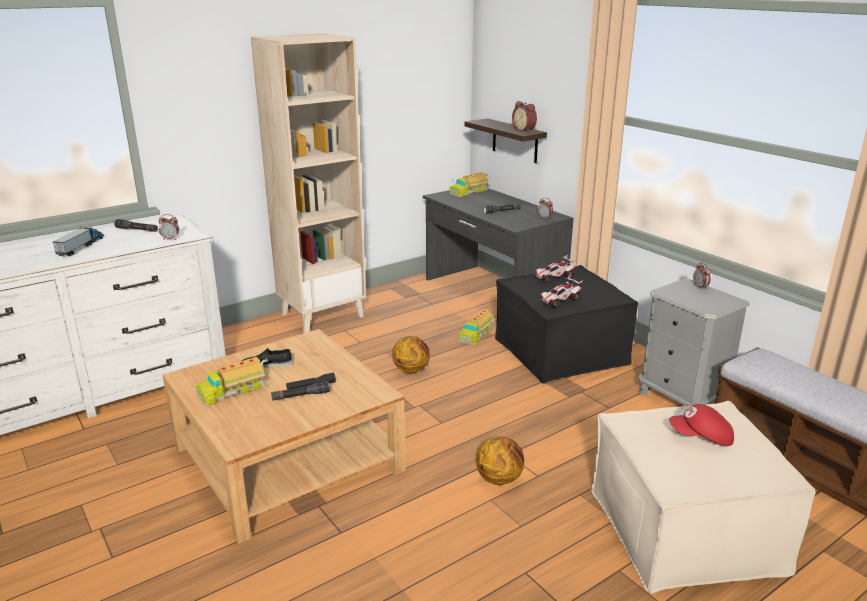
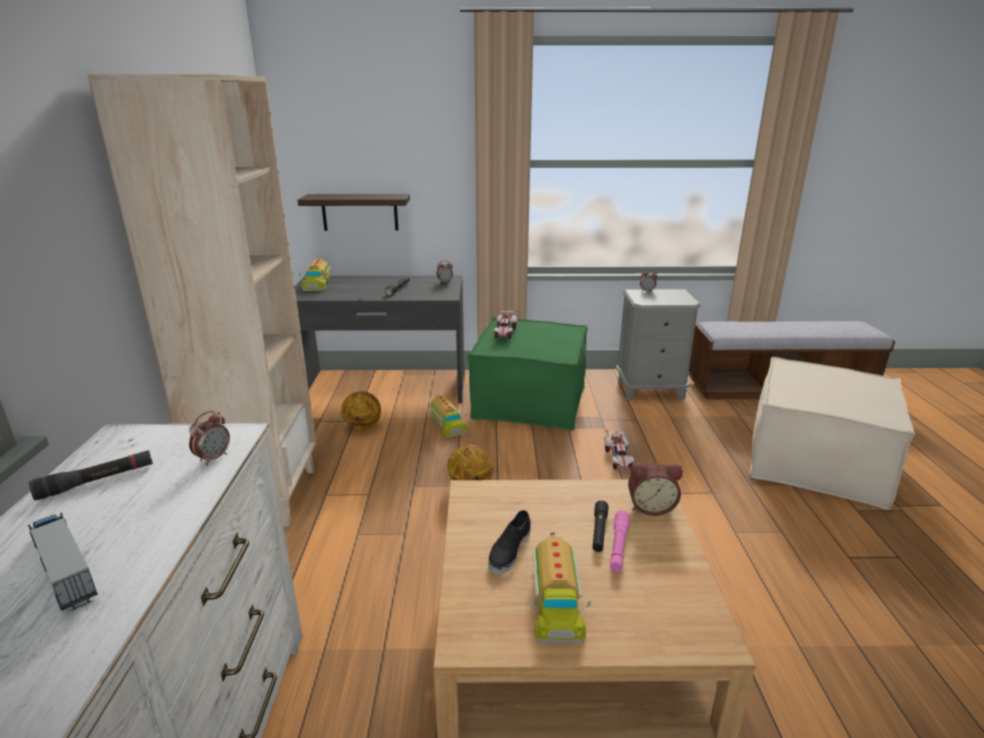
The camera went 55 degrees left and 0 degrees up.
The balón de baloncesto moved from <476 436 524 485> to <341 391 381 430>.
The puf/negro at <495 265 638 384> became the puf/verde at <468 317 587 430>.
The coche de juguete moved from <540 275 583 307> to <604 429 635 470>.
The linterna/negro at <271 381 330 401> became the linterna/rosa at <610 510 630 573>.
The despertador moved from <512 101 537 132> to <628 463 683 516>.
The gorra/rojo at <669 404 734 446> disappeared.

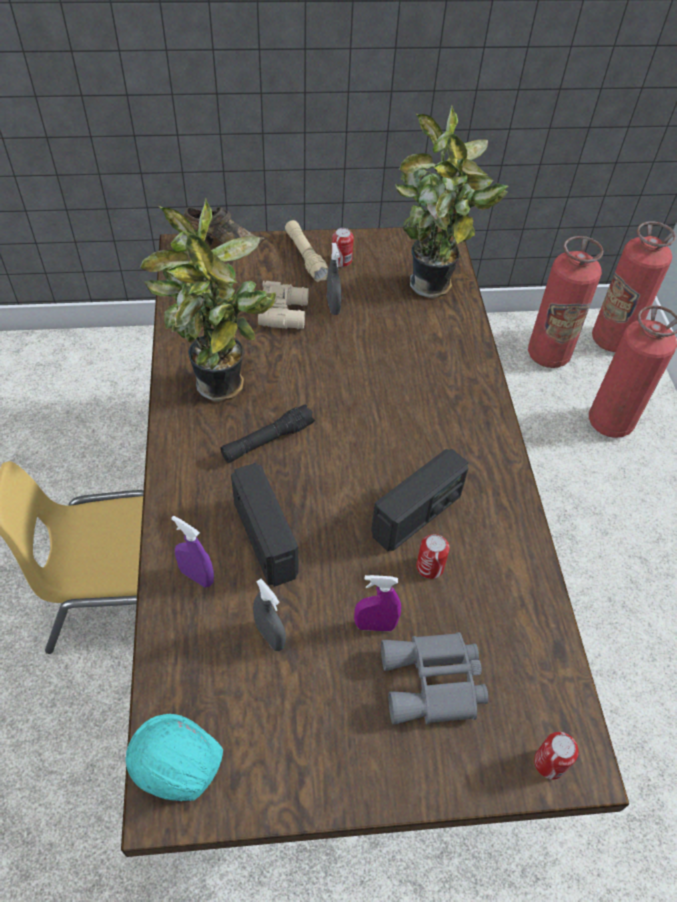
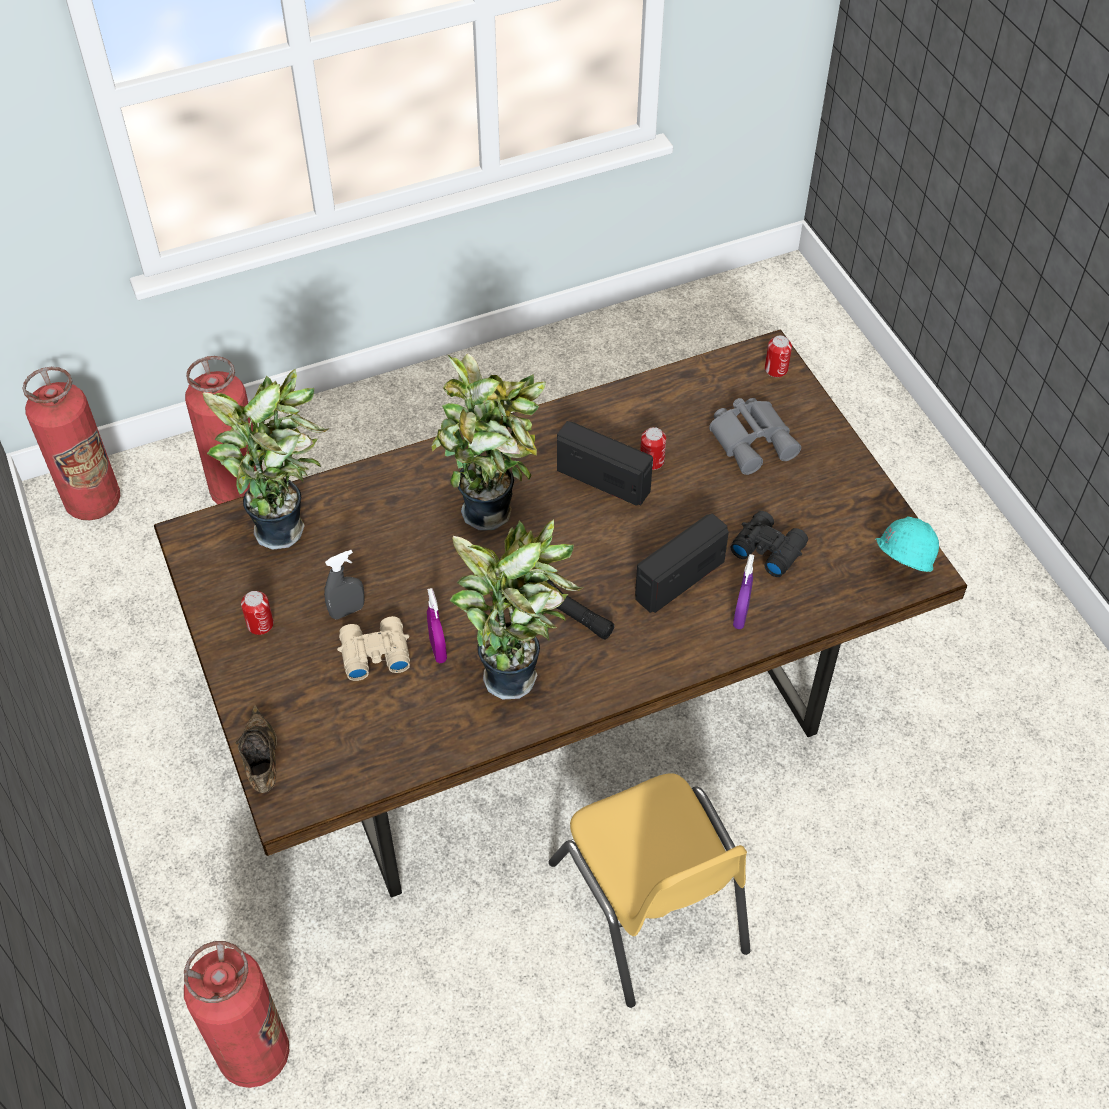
The camera went 105 degrees left and 0 degrees up.
The extintor moved from <528 236 603 368> to <184 941 290 1088>.
The pulverizador/morado moved from <354 575 401 631> to <427 588 447 663>.
The planta en maceta at <431 353 546 531> appeared.
The pulverizador/gris at <253 579 286 651> was replaced by the prismáticos/negro at <730 511 808 577>.
The linterna/beis at <285 220 328 282> disappeared.

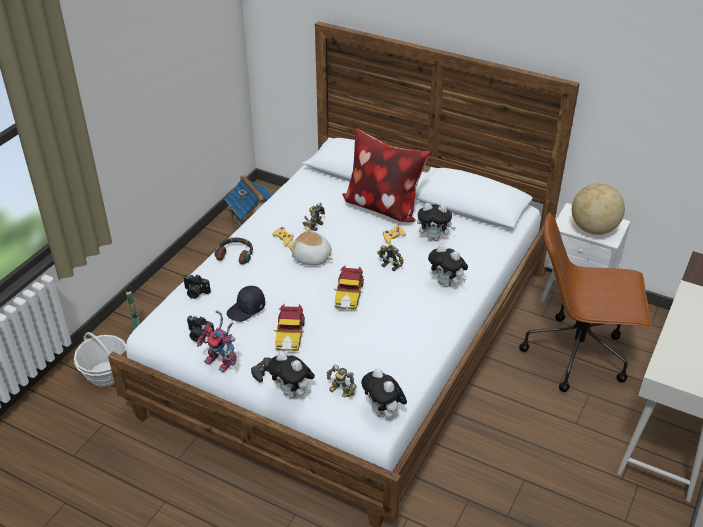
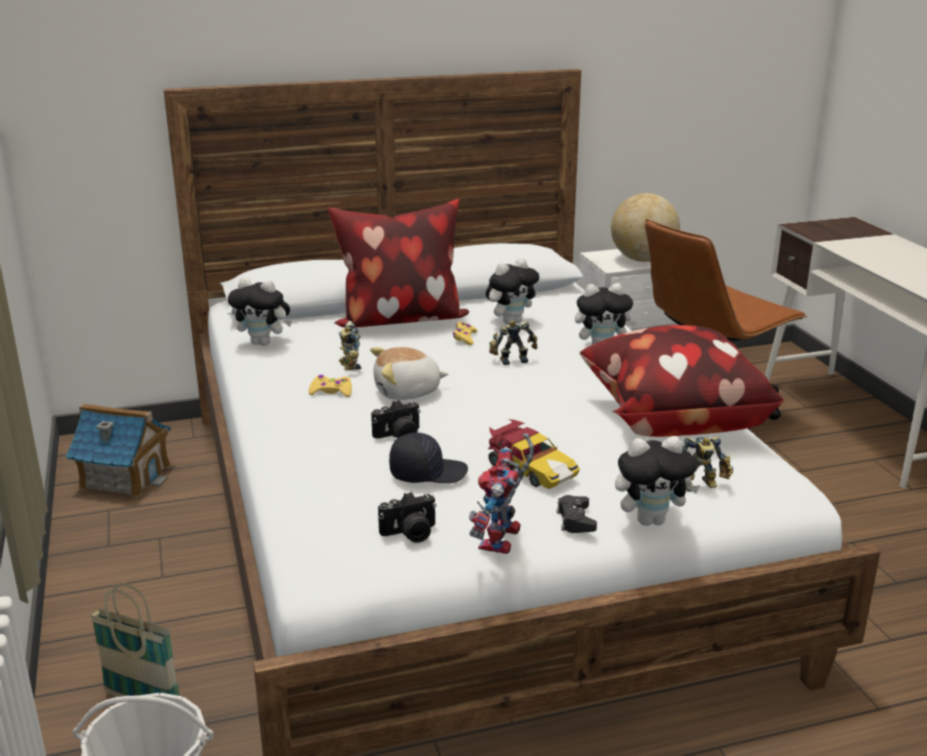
The camera went 45 degrees left and 15 degrees down.
The peluche moved from <361 368 407 418> to <228 277 292 346>.
The cámara moved from <183 275 211 299> to <371 400 420 439>.
The gorra/negro at <227 286 265 322> turned 105 degrees counterclockwise.
The robot de juguete at <197 310 237 372> turned 120 degrees clockwise.
The cojín at <580 325 784 437> appeared.
The auriculares at <214 238 253 264> disappeared.
The coche de juguete at <334 265 364 309> disappeared.

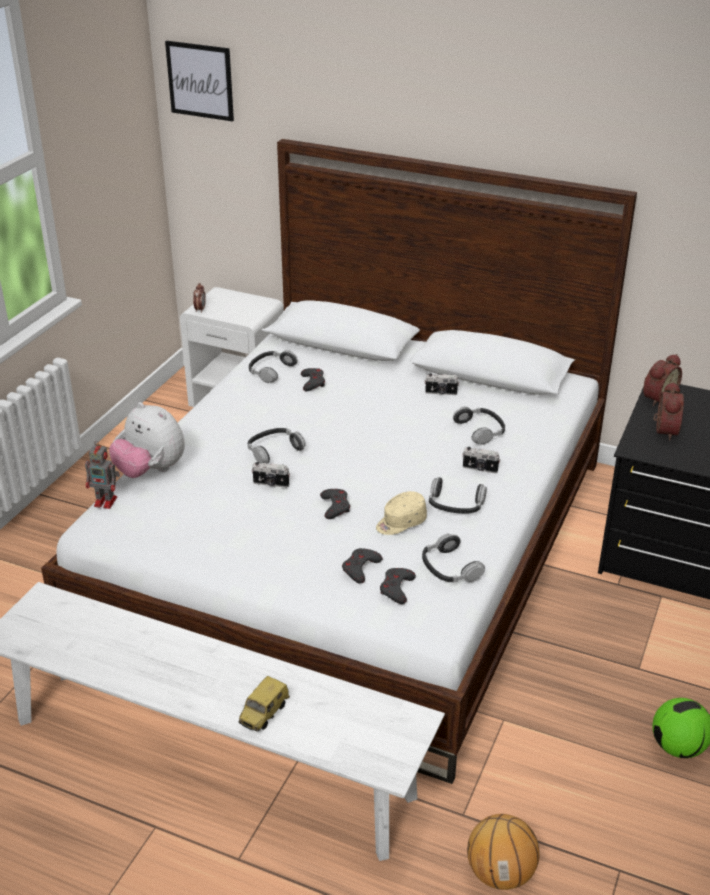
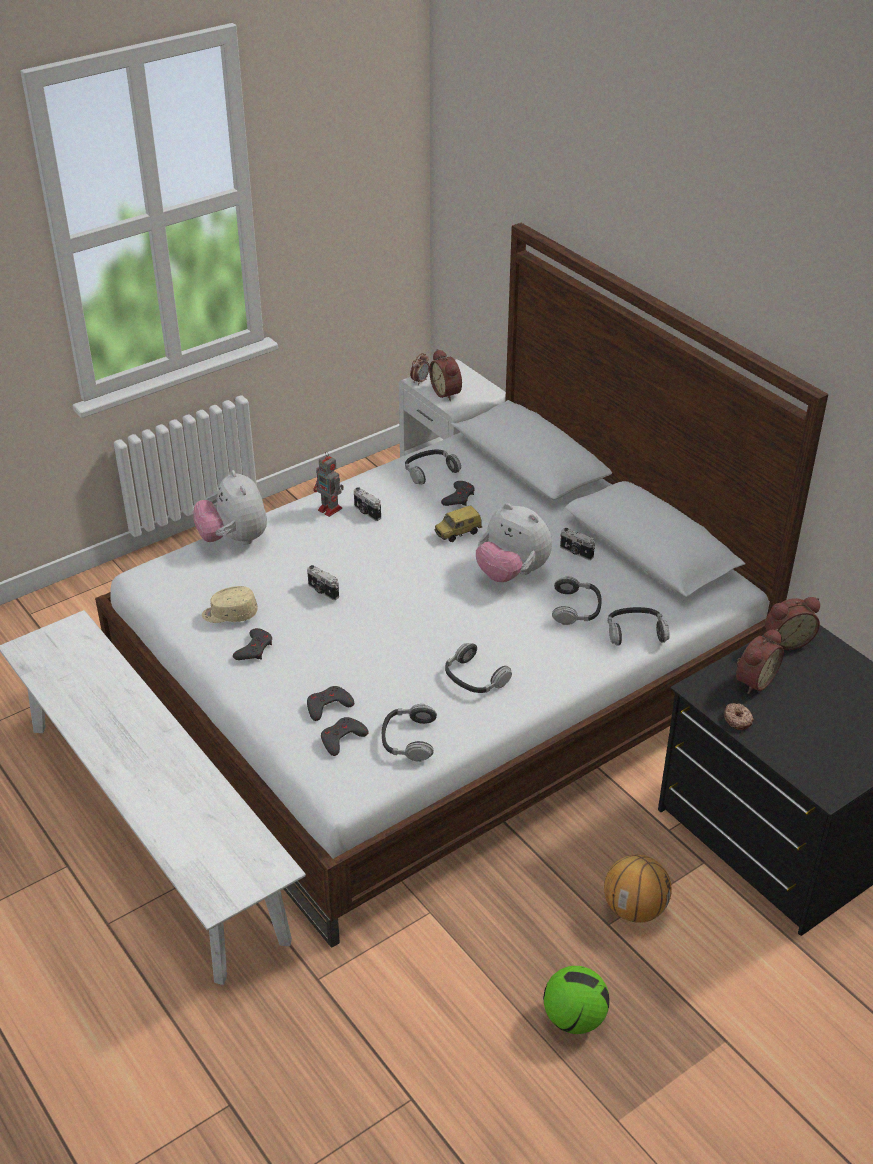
The camera went 30 degrees right and 5 degrees up.
The gorra/beis moved from <376 491 427 535> to <202 586 258 623>.
The mando de consola/gris moved from <320 489 350 519> to <233 628 272 660>.
The robot de juguete moved from <85 441 120 509> to <313 451 344 517>.
The cámara moved from <462 447 500 473> to <354 487 381 521>.
The despertador at <429 349 462 401> appeared.
The coche de juguete moved from <238 676 290 732> to <434 505 482 542>.
The peluche at <476 503 552 582> appeared.
The balón de baloncesto moved from <467 814 540 890> to <604 854 672 923>.
The auriculares moved from <248 428 306 464> to <608 607 670 646>.
The rosquilla at <724 703 754 730> appeared.
The cuadro at <165 41 234 121> disappeared.

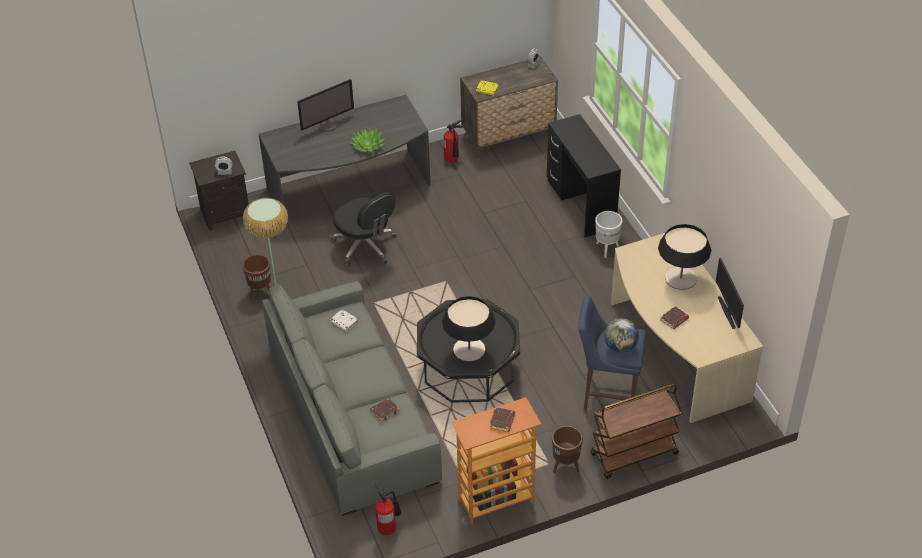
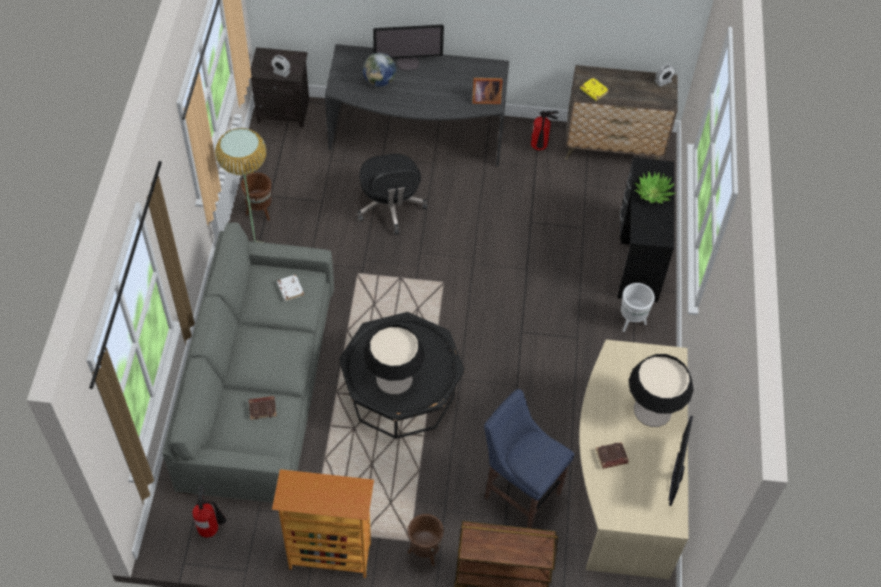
The camera went 25 degrees right and 10 degrees up.
The globo terráqueo moved from <604 318 639 353> to <363 53 396 87>.
The portarretratos at <472 78 503 104> appeared.
The planta en maceta moved from <351 128 385 152> to <635 172 675 204>.
The libro/marrón at <490 407 515 432> disappeared.

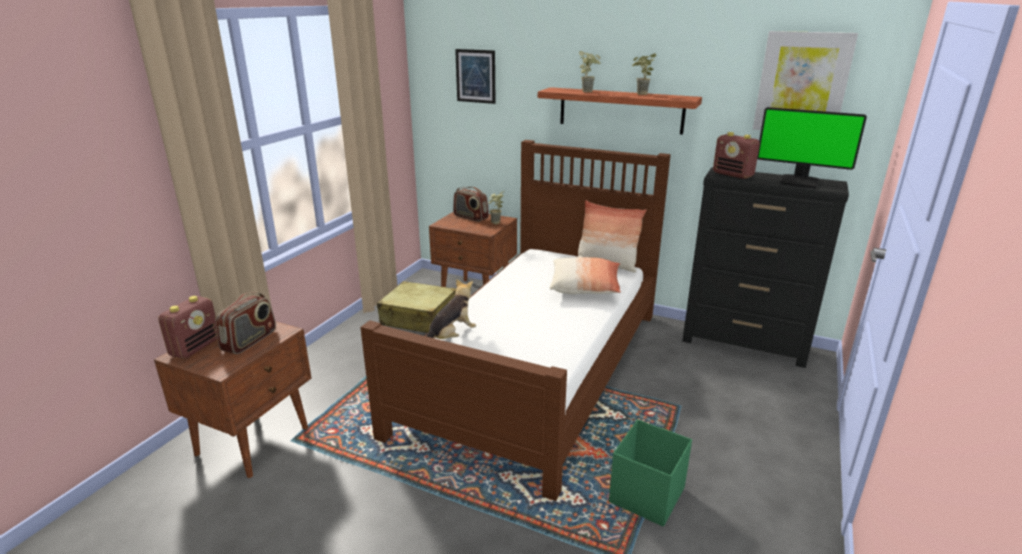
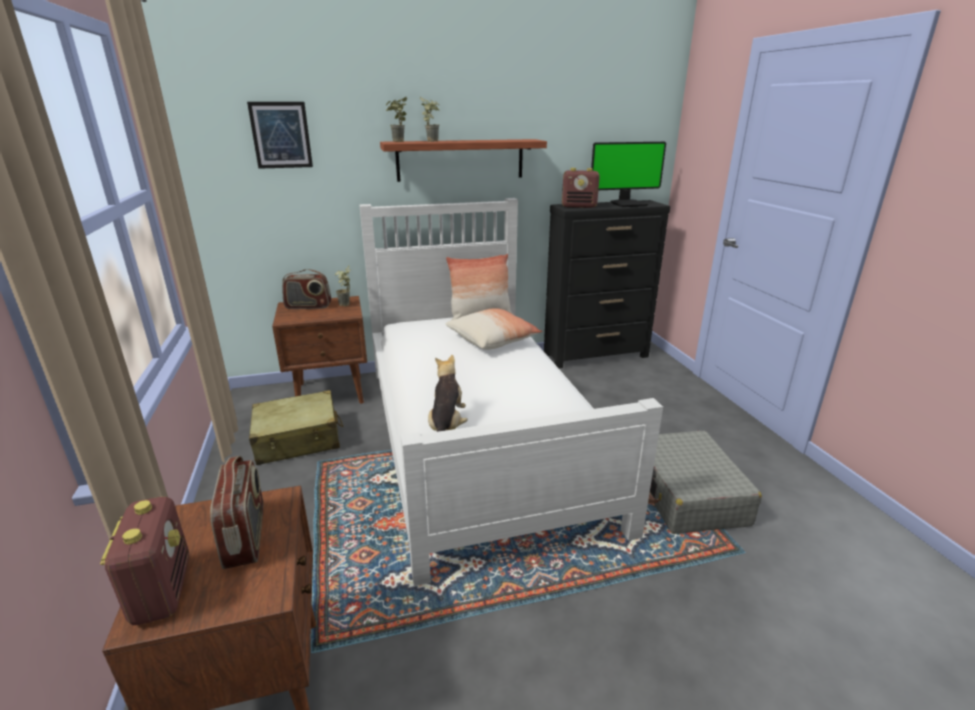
The camera went 40 degrees left and 0 degrees up.
The cama/marrón at <360 140 671 501> became the cama/blanco at <359 198 663 586>.
The planta en maceta moved from <632 53 656 95> to <386 96 407 142>.
The caja de almacenaje/verde at <609 420 692 527> was replaced by the maleta/gris at <648 431 762 534>.
The cuadro at <753 31 858 130> disappeared.

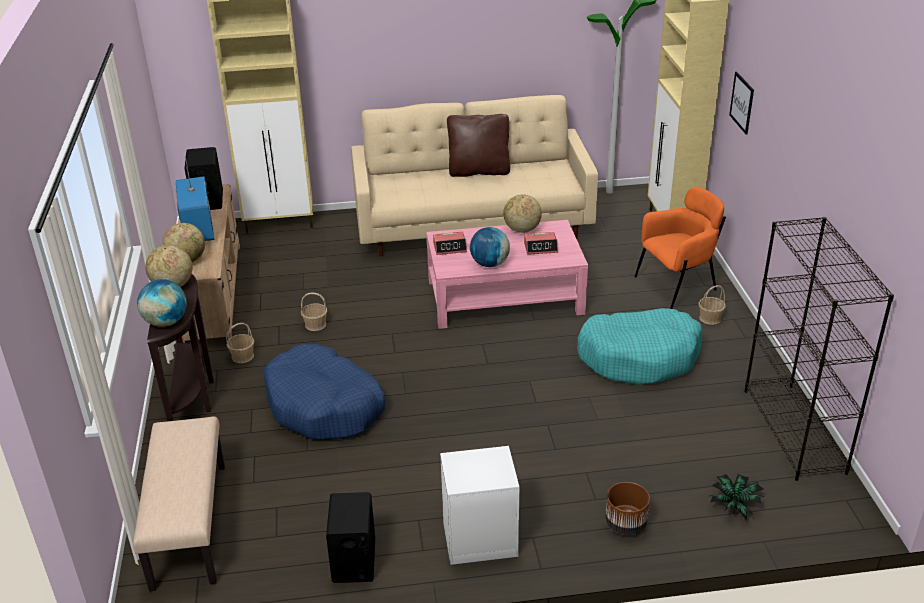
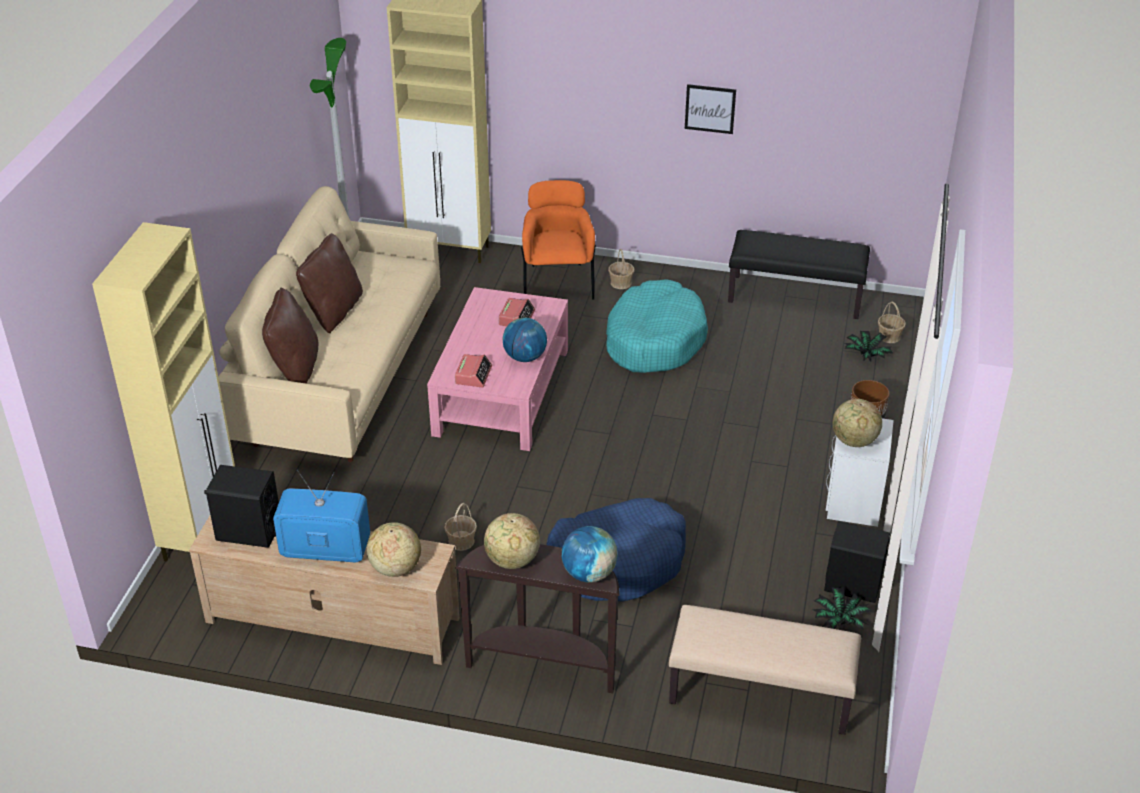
The camera went 70 degrees left and 5 degrees up.
The cojín/marrón at <262 288 319 384> appeared.
The cuadro moved from <729 72 754 135> to <685 84 736 134>.
The estantería/negro at <744 217 894 481> was replaced by the banco/negro at <728 230 870 319>.
The planta en maceta at <812 587 872 630> appeared.
The globo terráqueo moved from <503 194 542 233> to <833 399 882 447>.
The cesta moved from <226 323 254 363> to <878 302 906 343>.

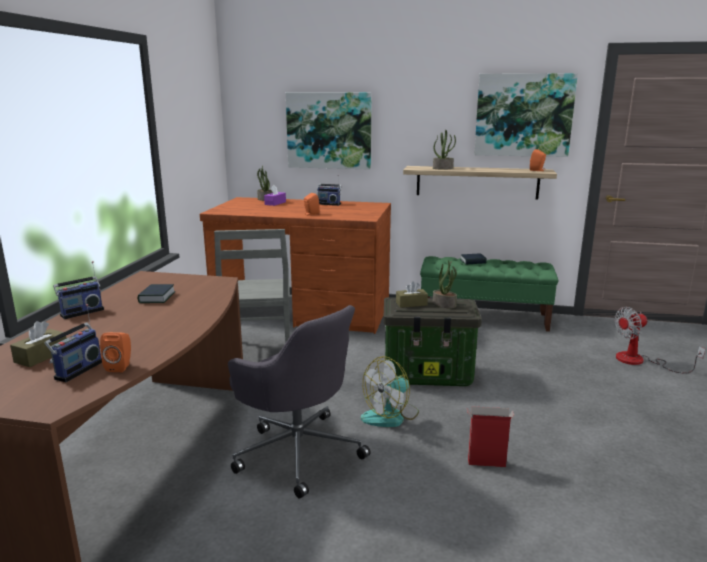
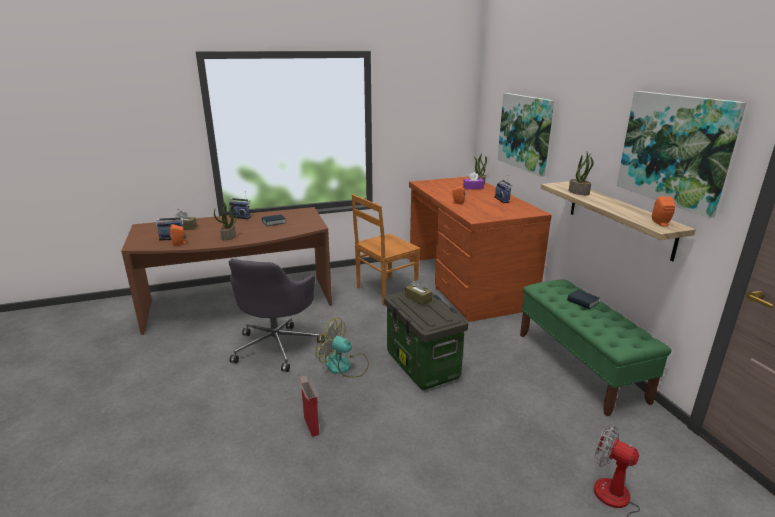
The camera went 60 degrees right and 5 degrees up.
The planta en maceta moved from <433 261 457 308> to <214 202 237 241>.
The silla/gris at <214 229 290 343> became the silla/marrón at <352 194 420 305>.

